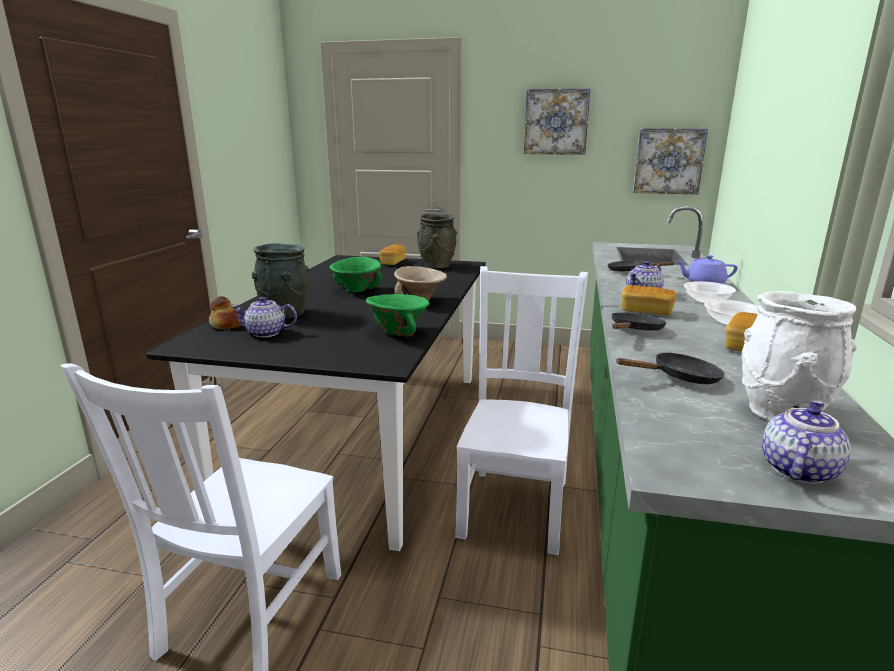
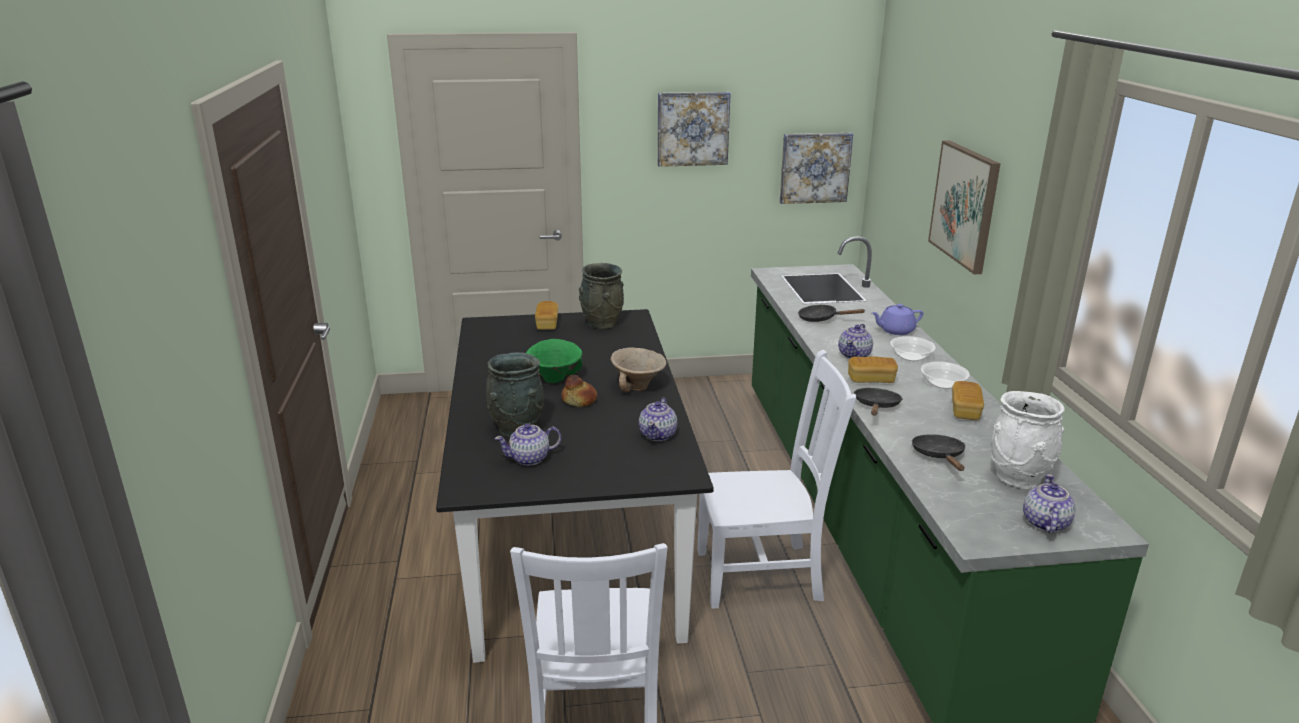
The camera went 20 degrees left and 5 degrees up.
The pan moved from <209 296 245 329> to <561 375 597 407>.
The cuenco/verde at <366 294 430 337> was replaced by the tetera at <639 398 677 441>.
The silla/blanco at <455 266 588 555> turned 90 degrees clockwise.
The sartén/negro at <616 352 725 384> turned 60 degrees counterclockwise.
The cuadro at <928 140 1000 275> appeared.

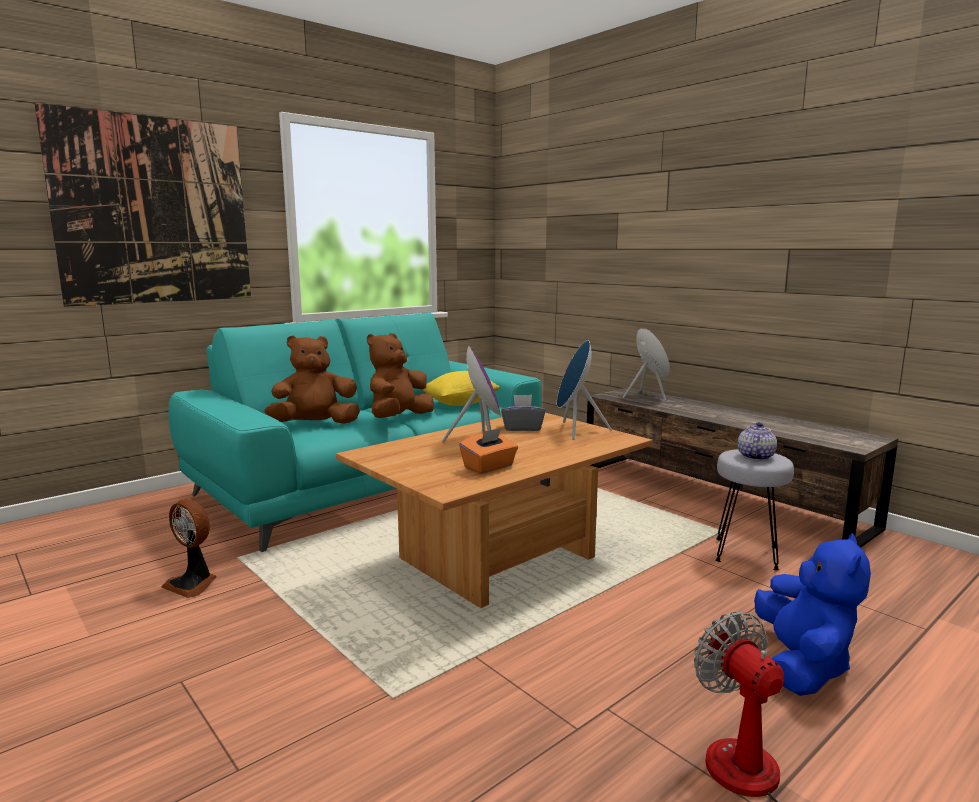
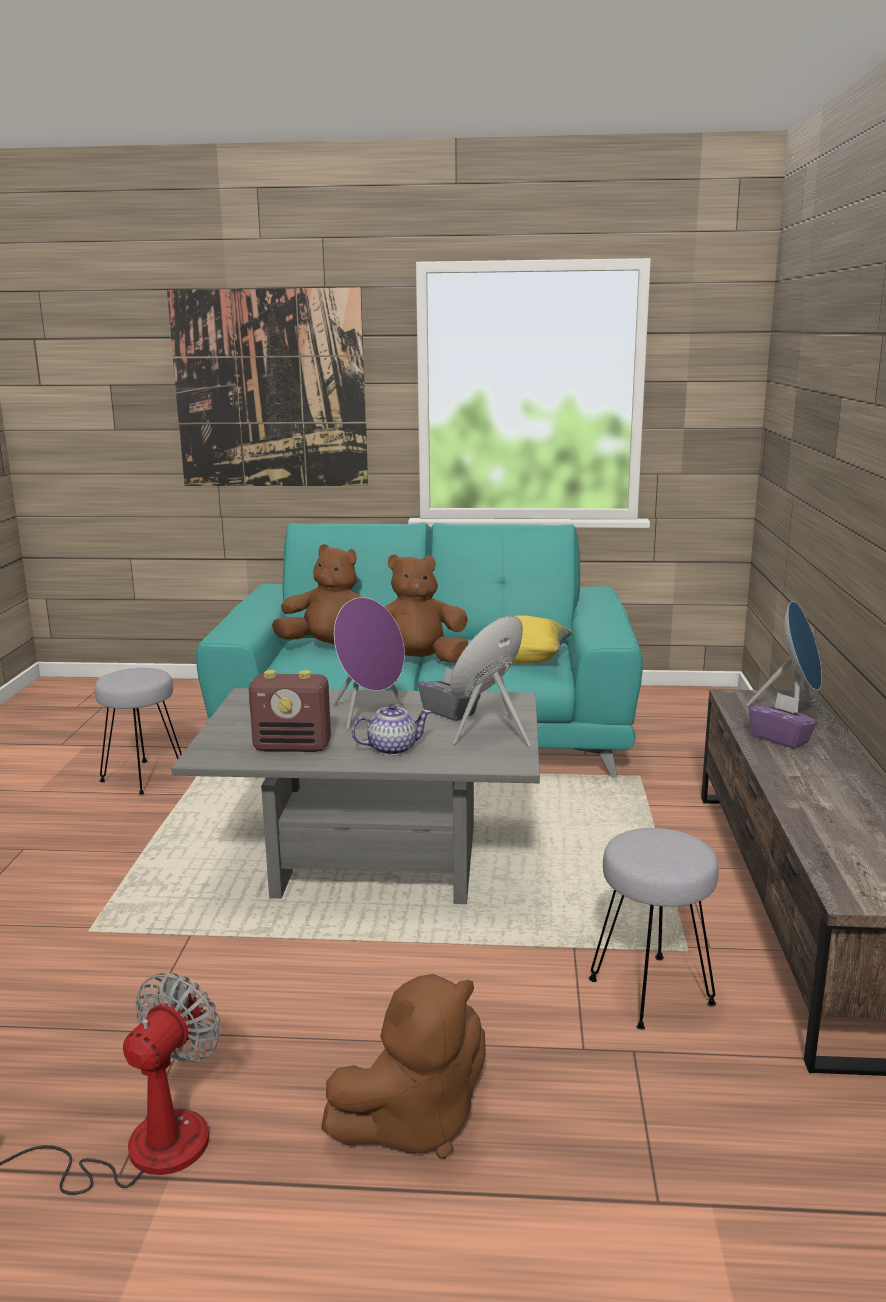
The camera went 45 degrees right and 5 degrees up.
The ventilador at <161 499 217 598> was replaced by the taburete/gris at <94 668 182 795>.
The mesa de centro/marrón at <336 413 653 608> became the mesa de centro/gris at <171 688 540 904>.
The caja de pañuelos/naranja at <459 428 518 474> was replaced by the radio at <248 670 331 752>.
The peluche/azul at <754 533 871 696> became the peluche/marrón at <321 974 486 1159>.
The tetera moved from <738 422 777 461> to <352 704 431 756>.
The caja de pañuelos/morado at <749 693 818 749> appeared.

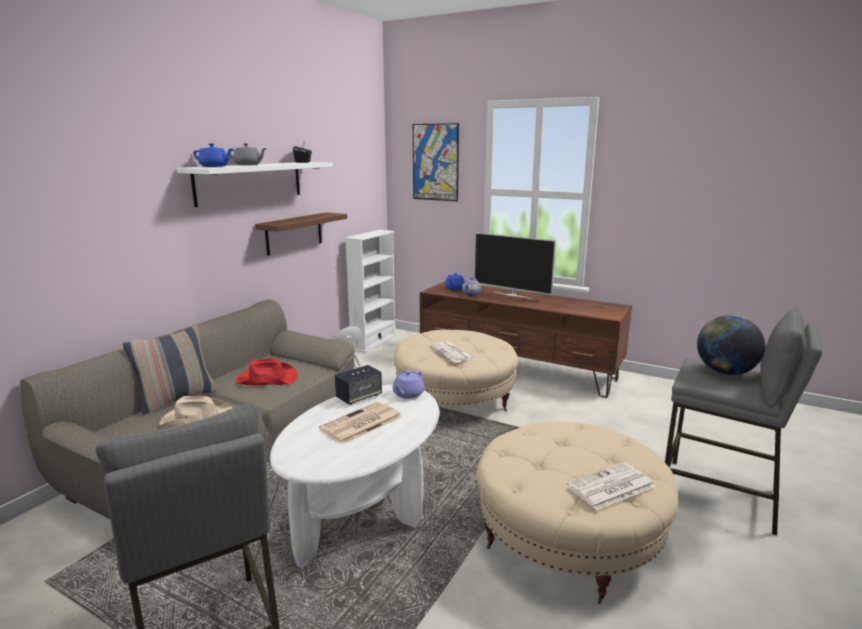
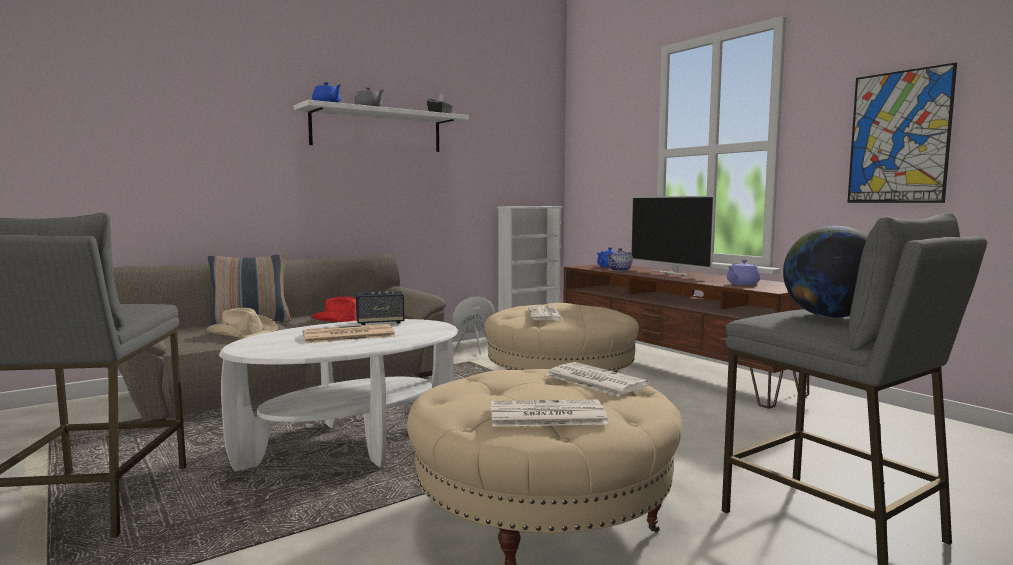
The camera went 25 degrees right and 10 degrees down.
The periódico at <546 362 650 396> appeared.
The tetera/morado moved from <393 370 425 399> to <727 260 760 285>.
The cuadro moved from <413 123 459 201> to <847 63 957 203>.
The estante/marrón at <255 212 347 256> disappeared.

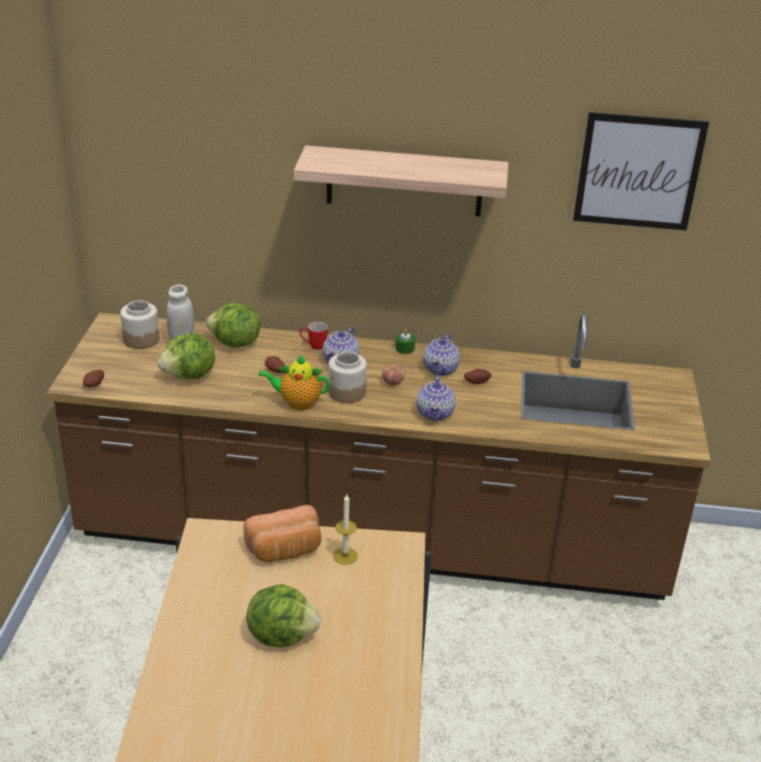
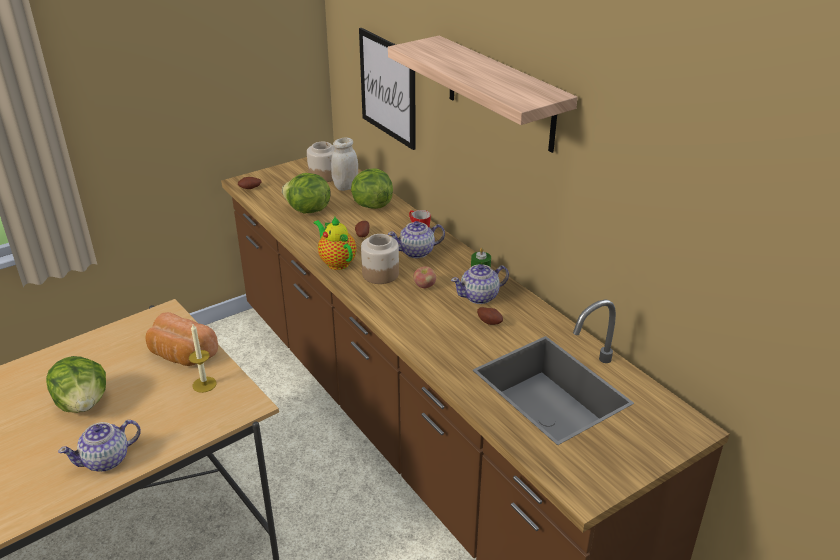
The camera went 50 degrees right and 0 degrees up.
The tetera moved from <416 375 456 421> to <58 420 141 472>.
The cuadro moved from <573 112 709 230> to <359 28 415 150>.

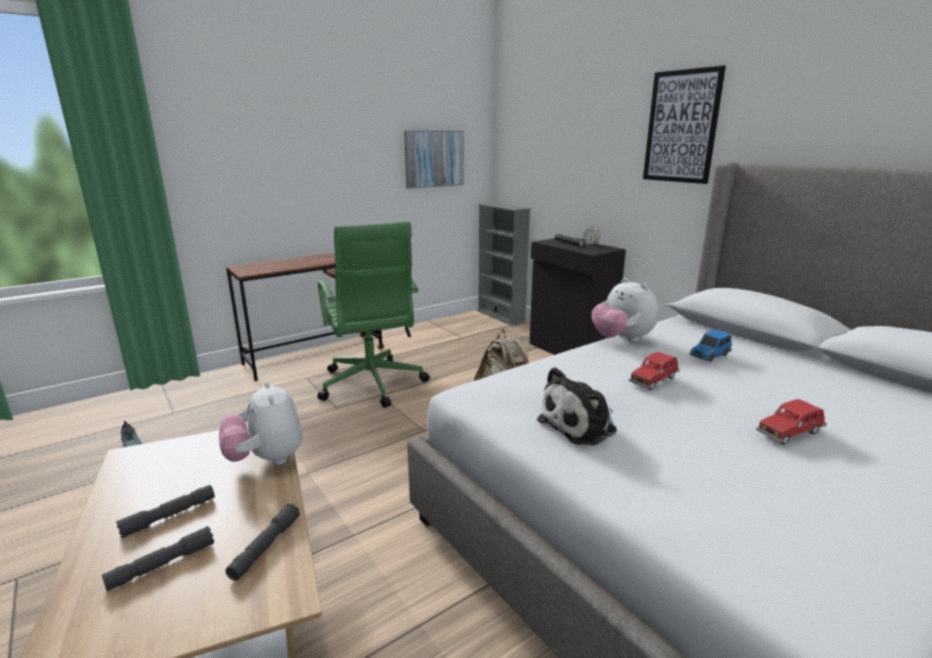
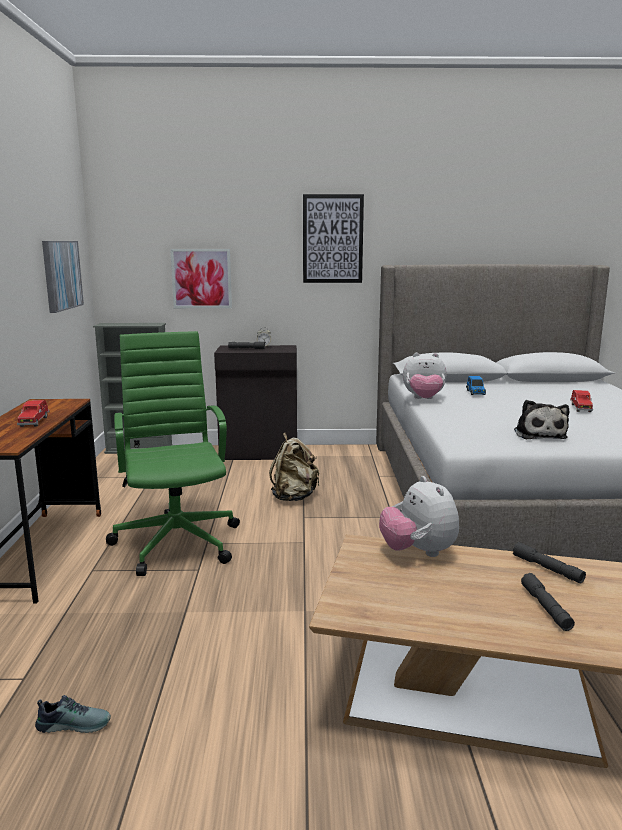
The camera went 55 degrees left and 5 degrees down.
The coche de juguete/rojo moved from <629 352 680 390> to <17 400 50 427>.
The silla de oficina/verde at <317 222 430 408> turned 120 degrees counterclockwise.
The cuadro at <170 249 232 308> appeared.
The peluche at <219 381 303 465> turned 60 degrees clockwise.
The linterna/gris at <116 485 215 538> disappeared.

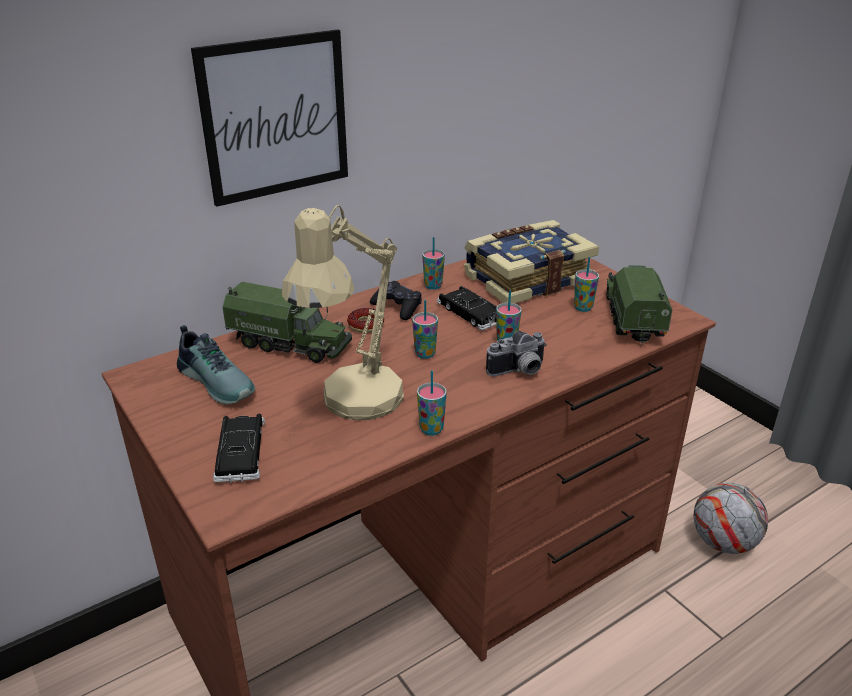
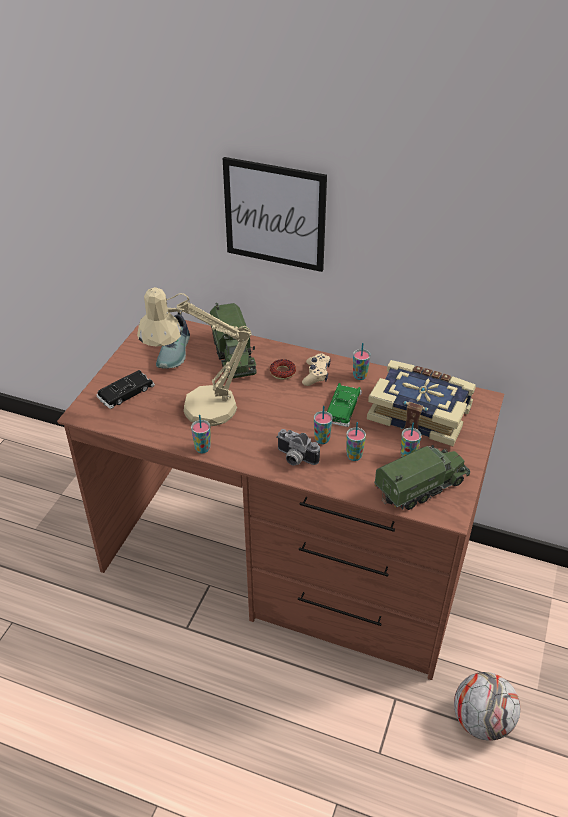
The camera went 55 degrees right and 10 degrees up.
The mando de consola/negro at <370 281 422 320> became the mando de consola/beis at <302 353 331 386>.
The coche de juguete/negro at <437 286 497 330> became the coche de juguete/verde at <327 383 362 427>.
The taza moved from <412 300 438 359> to <346 422 366 461>.

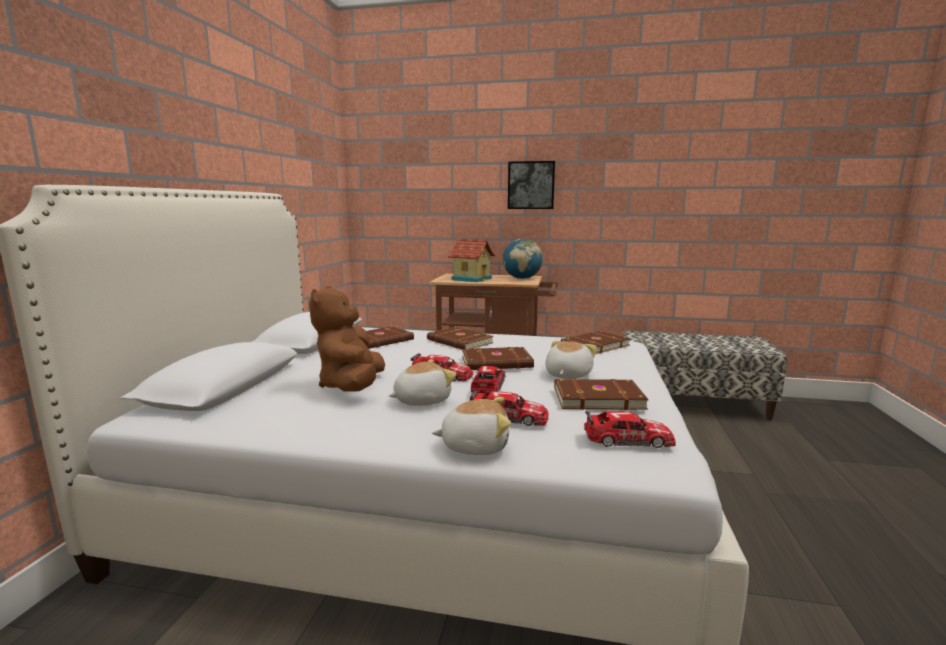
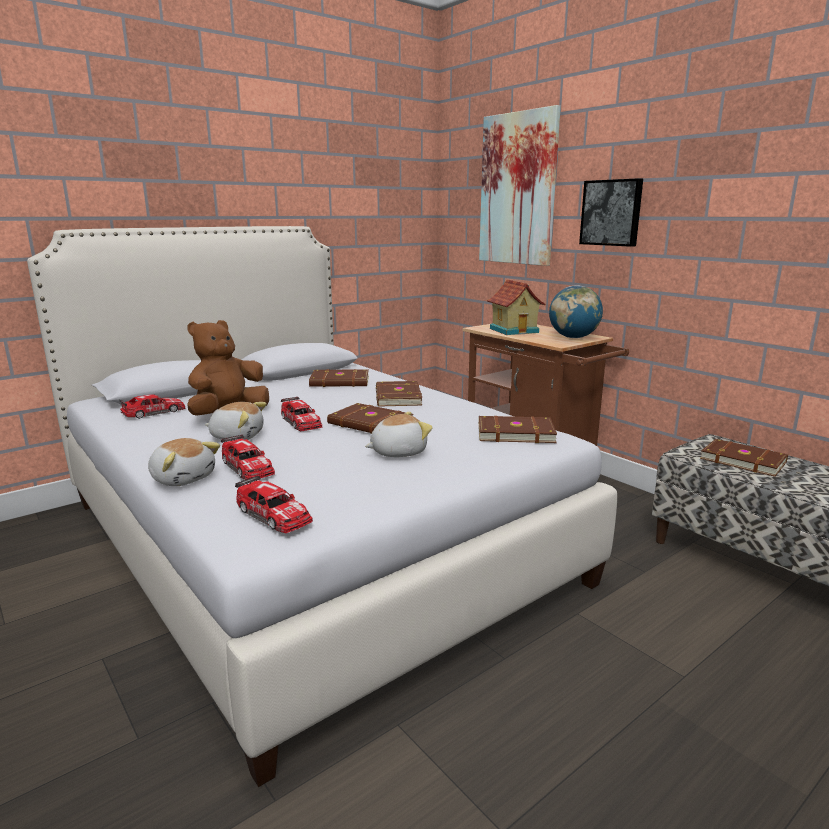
The camera went 40 degrees right and 5 degrees up.
The coche de juguete moved from <471 366 506 394> to <119 394 186 419>.
The cuadro at <479 105 561 266> appeared.
The libro/marrón moved from <554 379 649 410> to <700 439 788 477>.

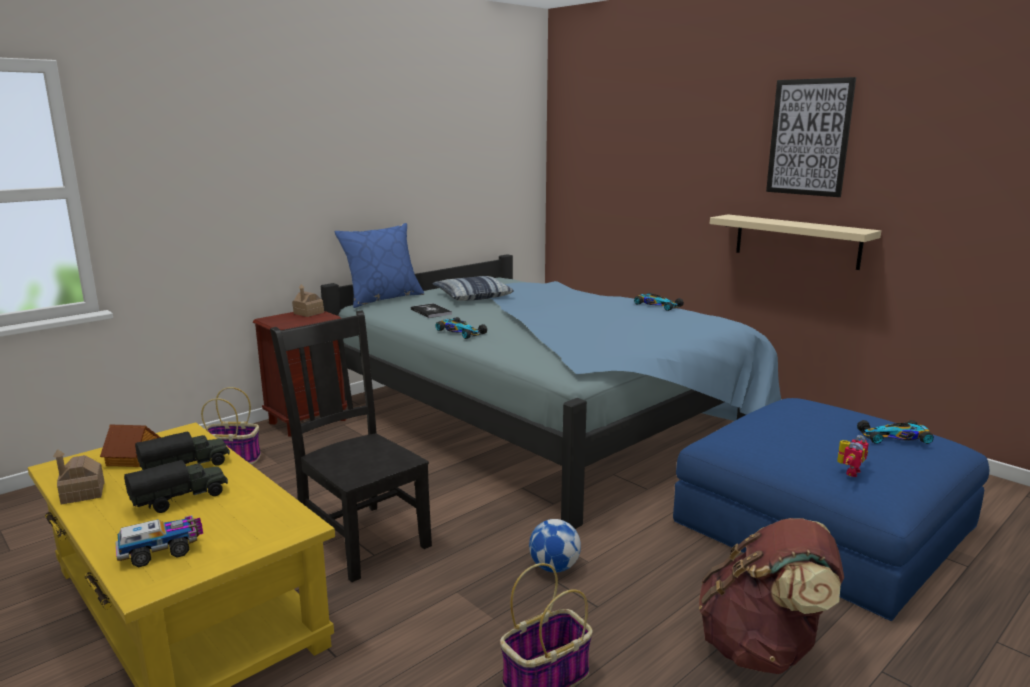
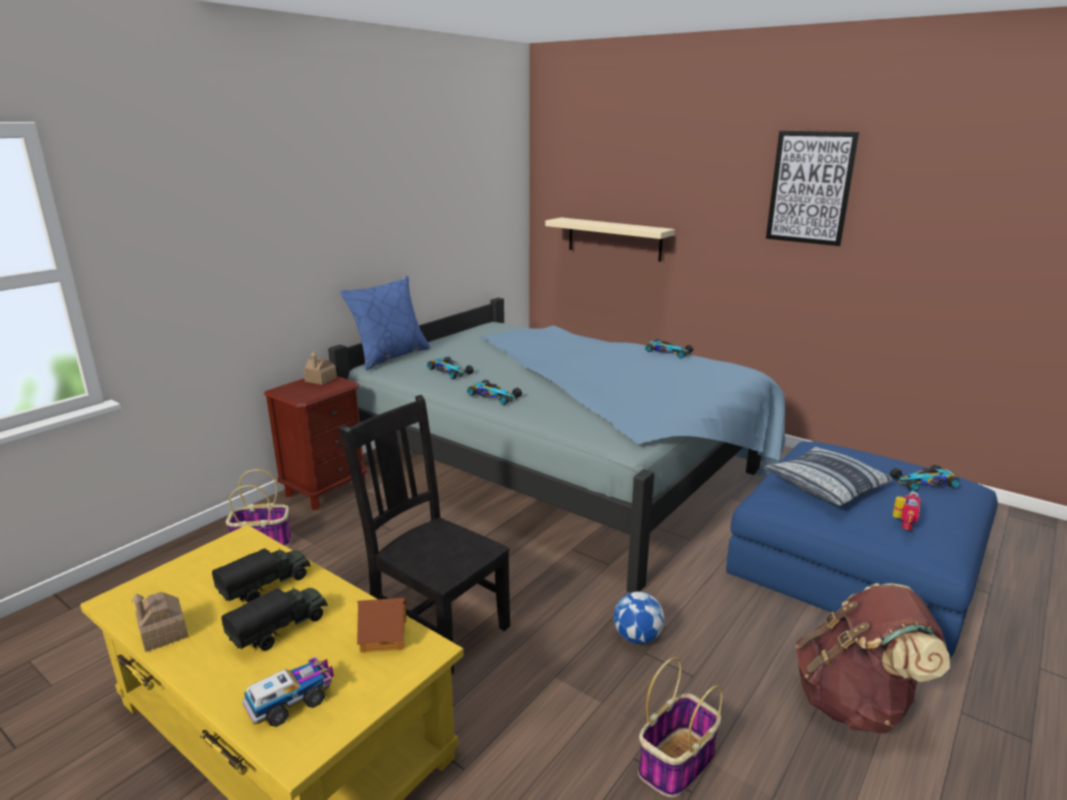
The camera went 10 degrees left and 5 degrees up.
The casita moved from <100 424 161 467> to <357 598 407 653>.
The libro at <411 303 452 318> was replaced by the coche de juguete at <427 357 474 379>.
The estante/beis moved from <710 214 881 270> to <545 217 675 262>.
The cojín moved from <433 276 514 301> to <763 446 893 506>.

